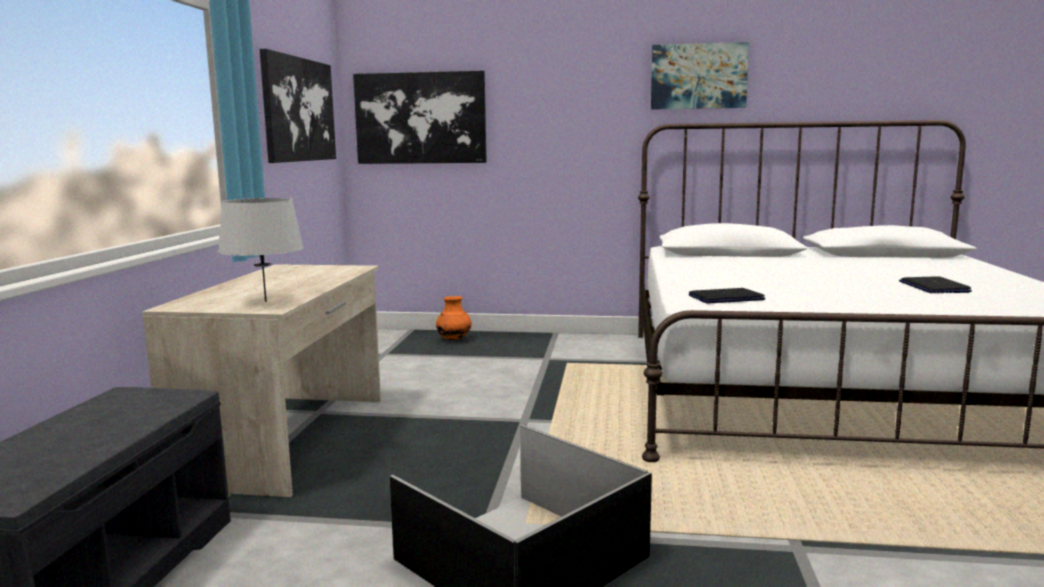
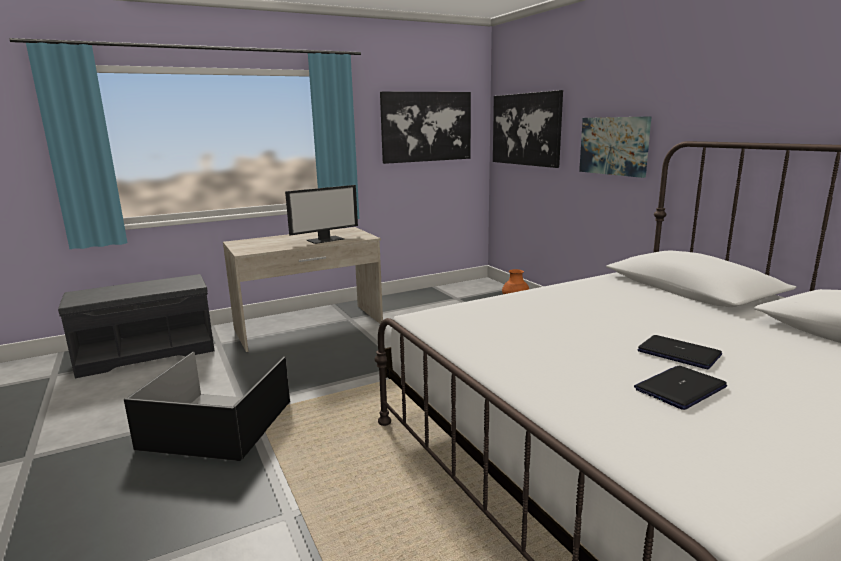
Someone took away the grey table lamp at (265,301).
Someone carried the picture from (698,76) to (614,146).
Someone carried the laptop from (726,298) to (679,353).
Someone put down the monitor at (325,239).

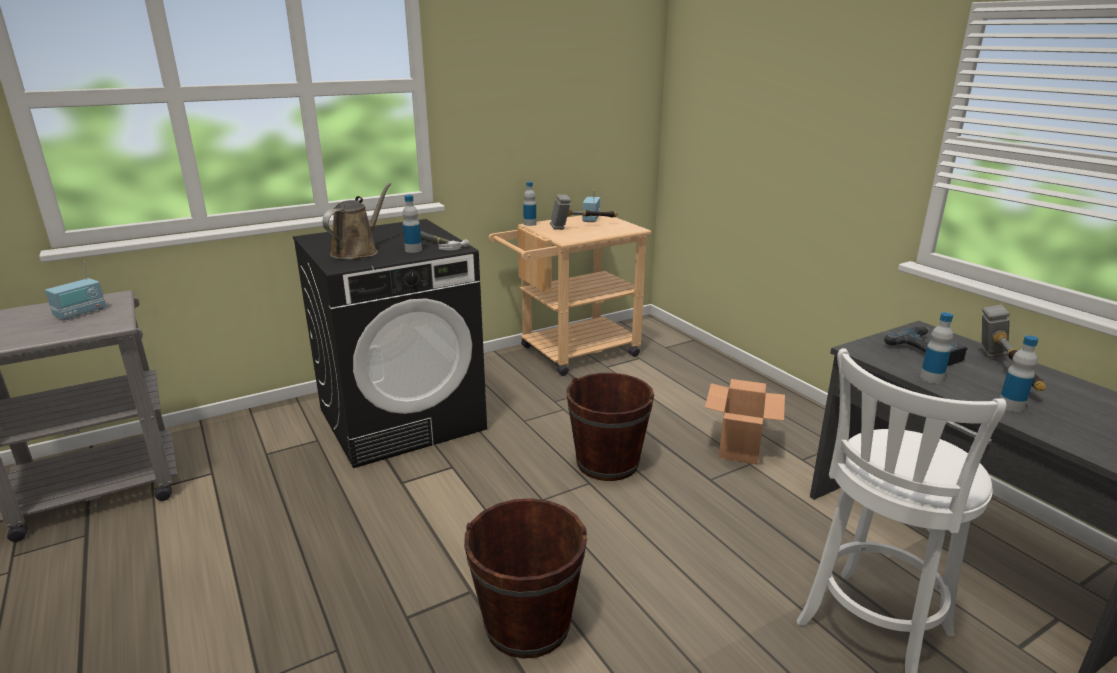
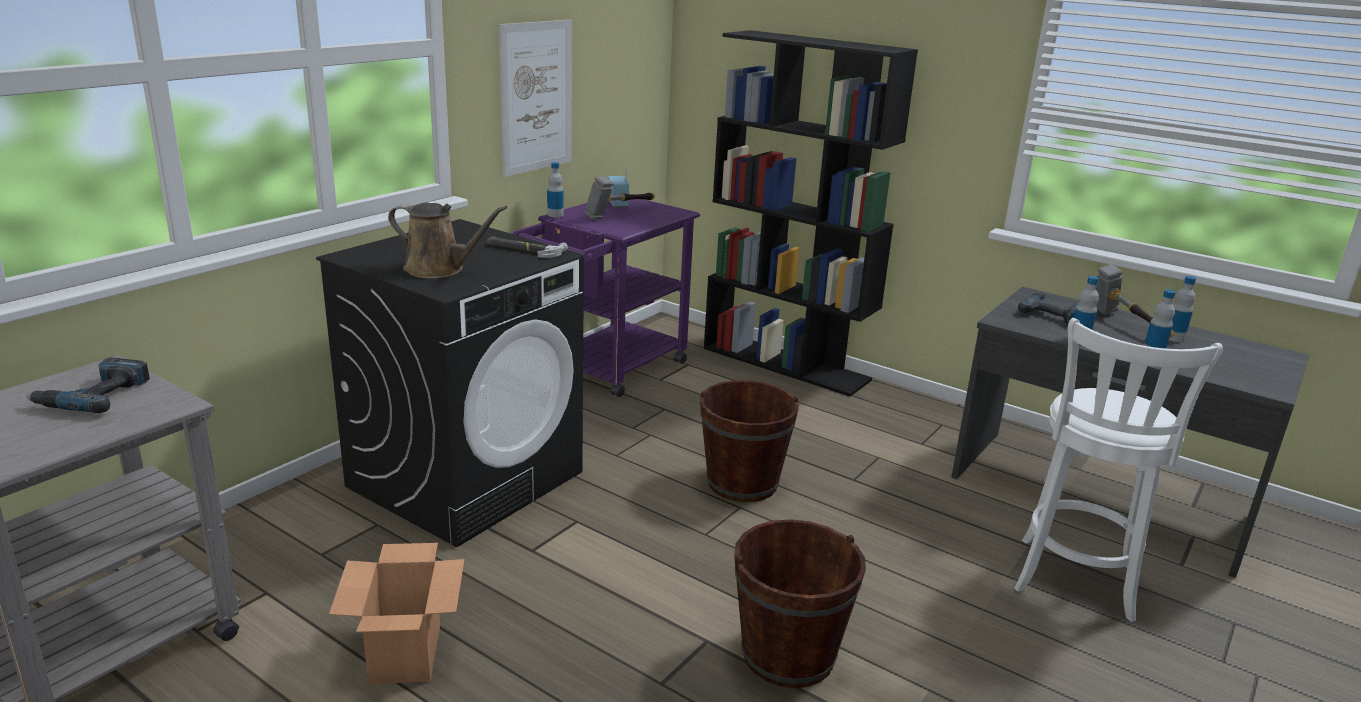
Someone swapped the radio at (81,313) for the power drill at (94,395).
Someone rotated the brown watering can at (357,251) by 105 degrees clockwise.
Someone carried the bottle from (413,250) to (1174,338).
Someone repainted the beige cart at (570,353), which became the purple cart at (607,370).
Someone carried the cardboard box from (739,447) to (405,653).
Someone put up the picture at (536,97).
Someone put down the black bookcase at (786,364).

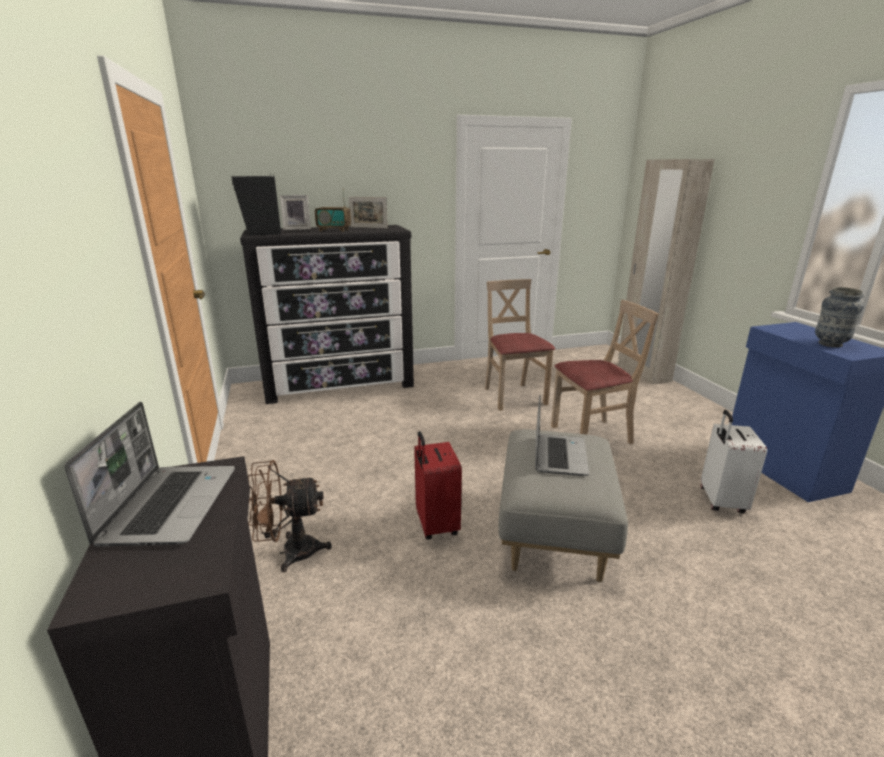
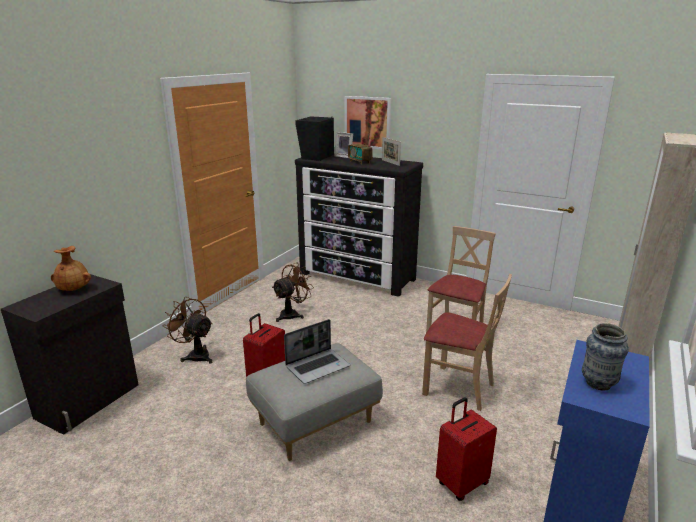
Someone swapped the laptop at (170,505) for the brown vase at (74,289).
Someone repainted the white suitcase at (720,501), which became the red suitcase at (461,483).
Someone put down the brown fan at (292,314).
Someone put up the picture at (367,122).

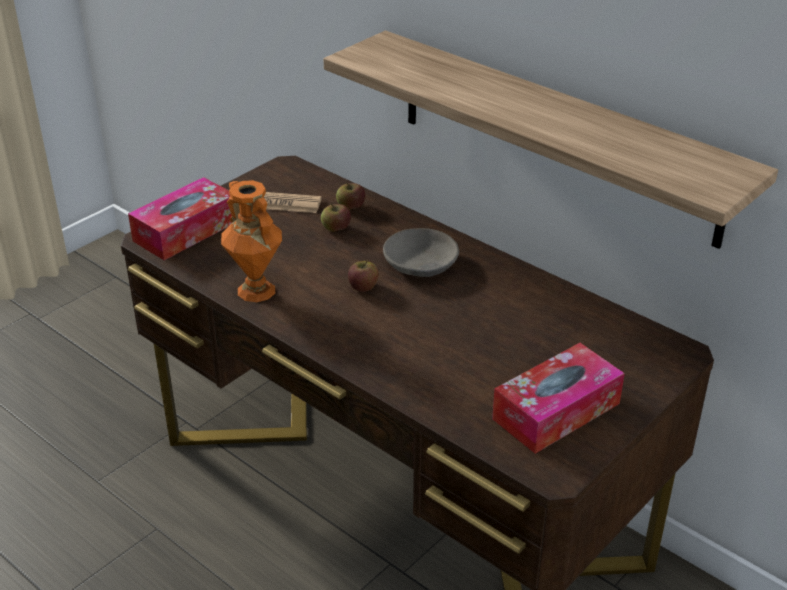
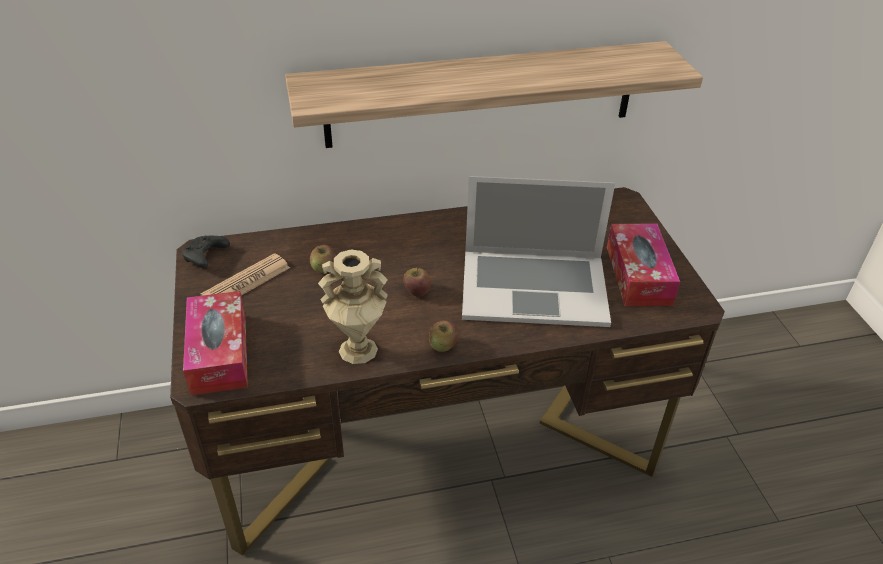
Someone repainted the orange vase at (255,290), which became the beige vase at (358,350).
Someone carried the apple from (351,206) to (443,345).
Someone took away the grey bowl at (420,264).
Someone put down the black game controller at (205,257).
Someone put down the laptop at (534,286).

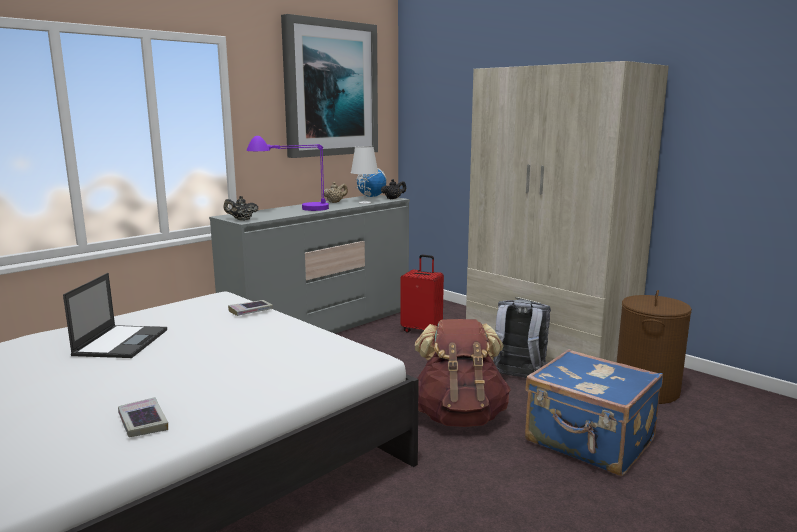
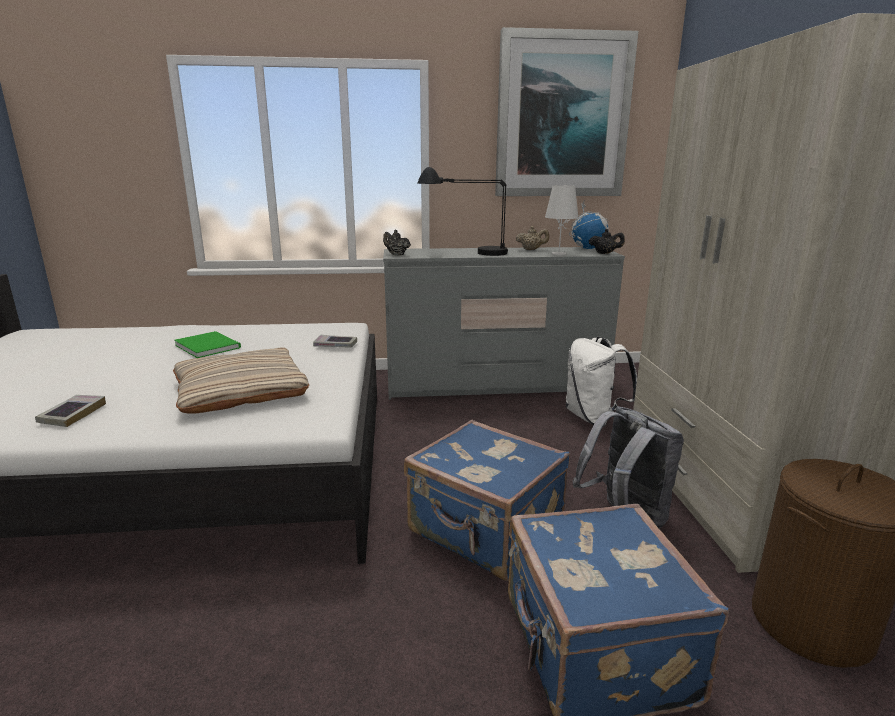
Someone swapped the laptop at (121,342) for the green book at (208,345).
Someone repainted the purple table lamp at (293,210), which became the black table lamp at (465,252).
Someone swapped the red suitcase at (422,330) for the white backpack at (594,418).
Someone swapped the brown backpack at (459,416) for the blue suitcase at (485,532).
Someone put down the beige pillow at (240,389).

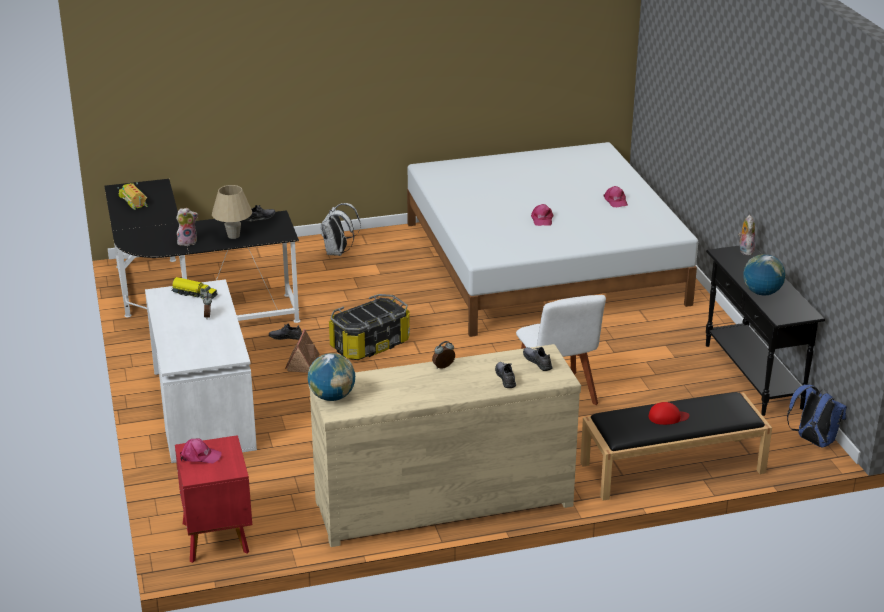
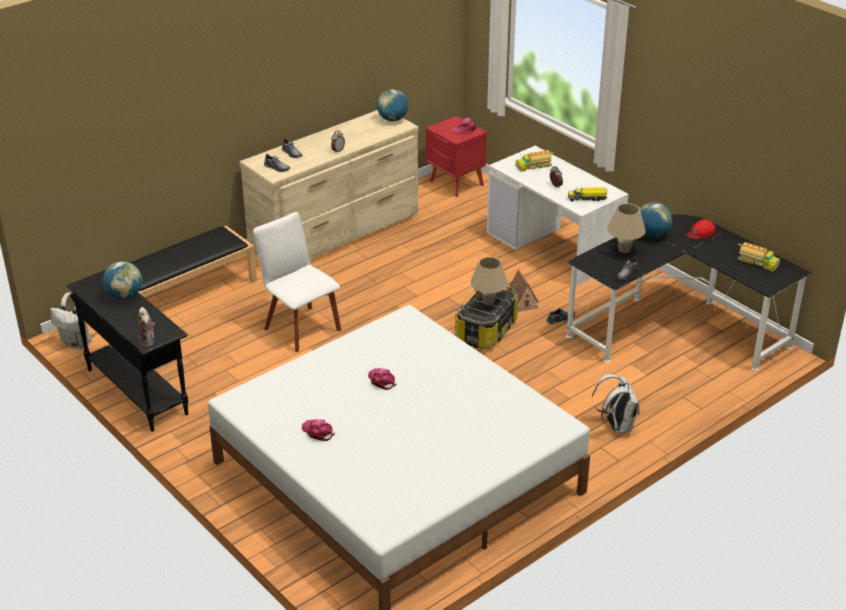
Someone swapped the plush toy at (187,242) for the globe at (652,235).
Someone carried the red cap from (668,417) to (700,233).
Someone repainted the blue backpack at (813,441), which became the white backpack at (79,343).
Someone put down the beige table lamp at (488,302).
Someone put down the toy truck at (533,165).

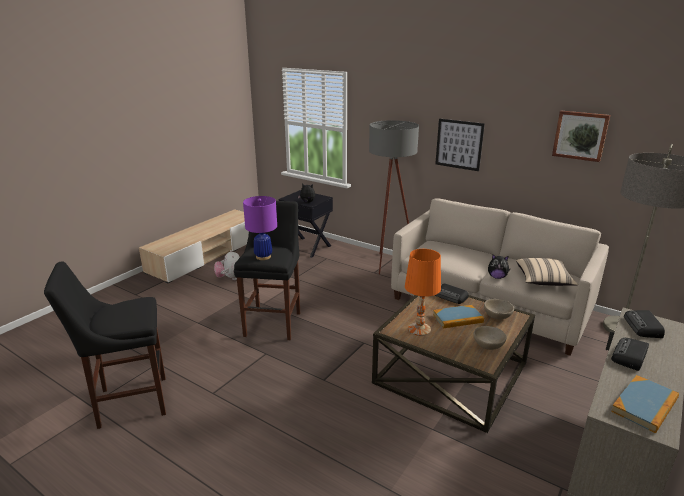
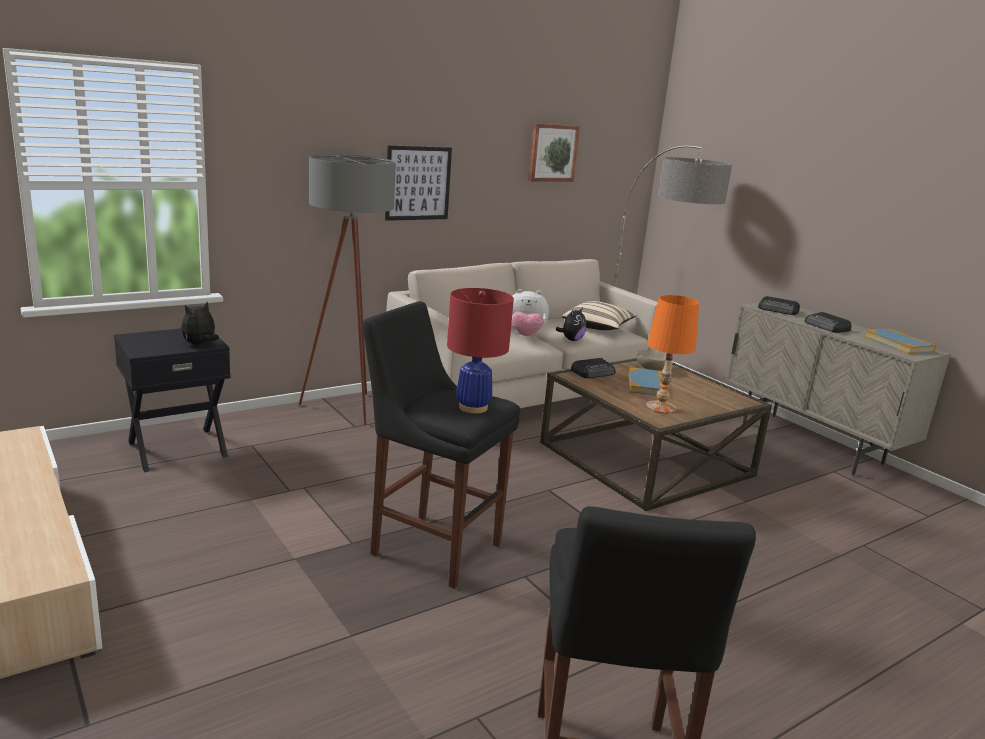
Someone carried the plush toy from (230,278) to (525,336).
Someone repainted the purple table lamp at (263,257), which became the red table lamp at (473,407).
Someone took away the beige bowl at (488,346).

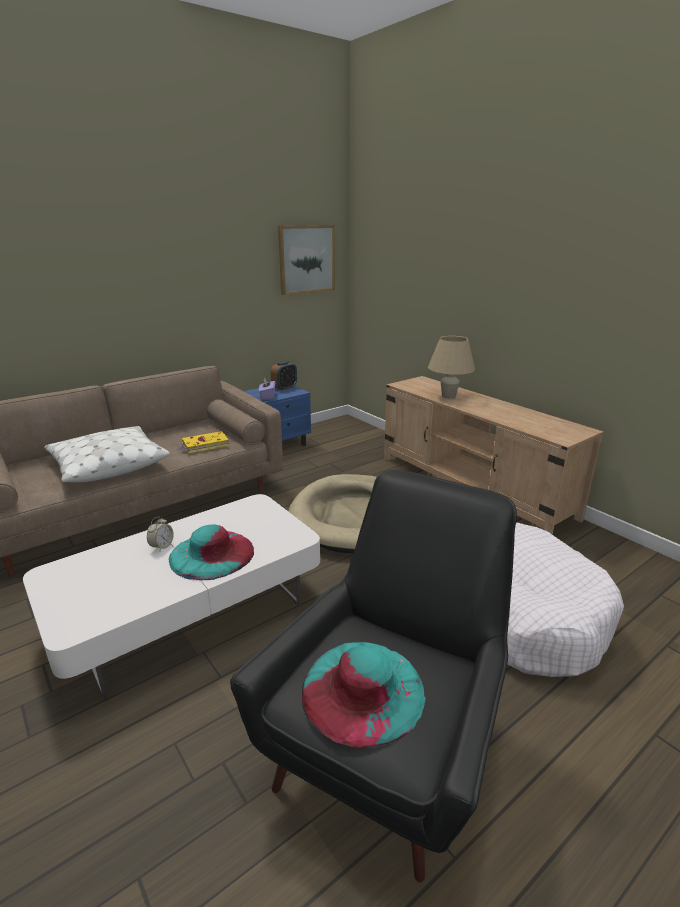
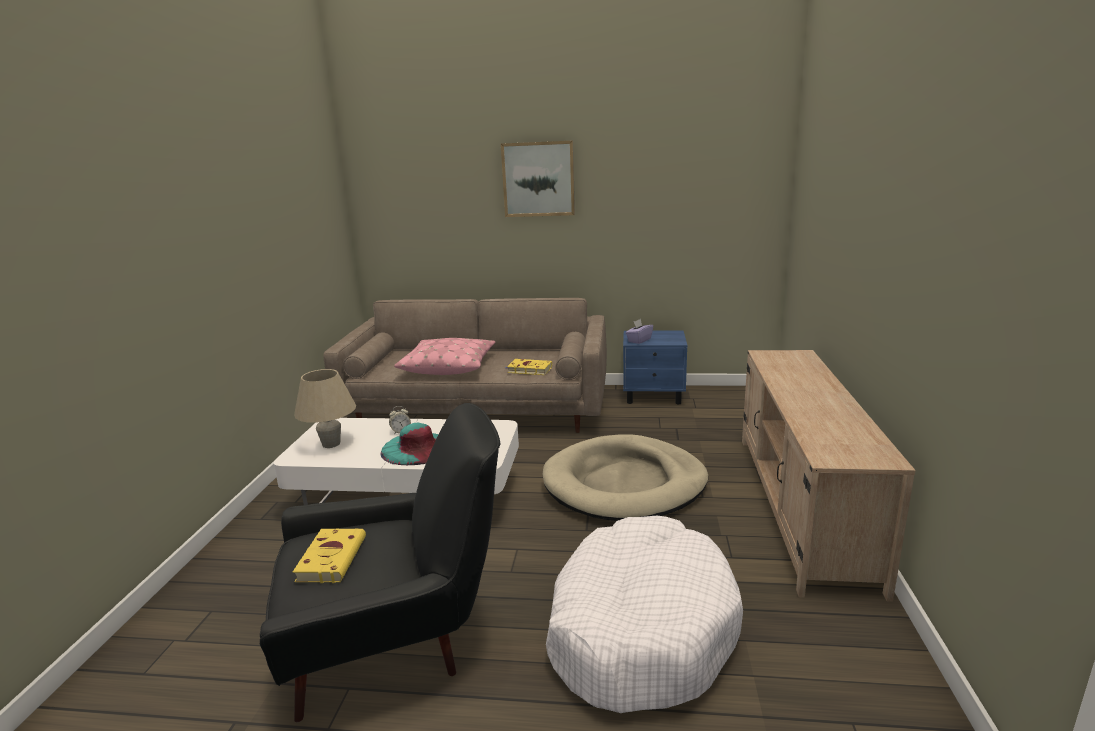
Someone repainted the white pillow at (108,465), which became the pink pillow at (448,366).
Someone took away the alarm clock at (284,388).
Someone carried the picture from (306,259) to (538,179).
Someone swapped the turquoise hat at (362,690) for the yellow book at (332,558).
Someone carried the beige table lamp from (448,396) to (331,444).

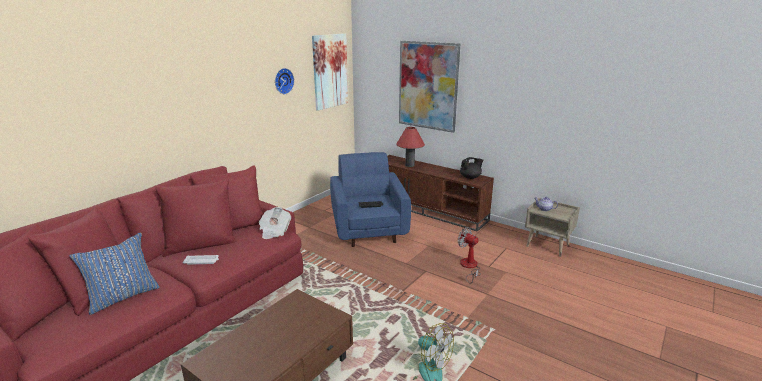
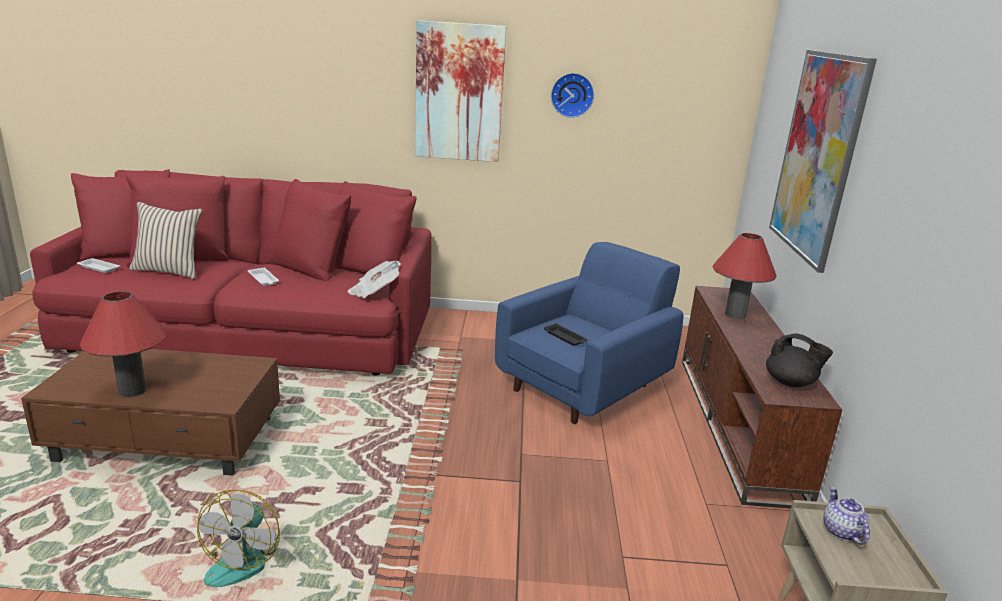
Someone repainted the blue pillow at (123,296), which became the beige pillow at (169,270).
Someone carried the picture from (330,71) to (459,93).
Someone took away the fan at (469,267).
Someone put down the white tray at (98,268).
Someone put down the red table lamp at (132,391).

